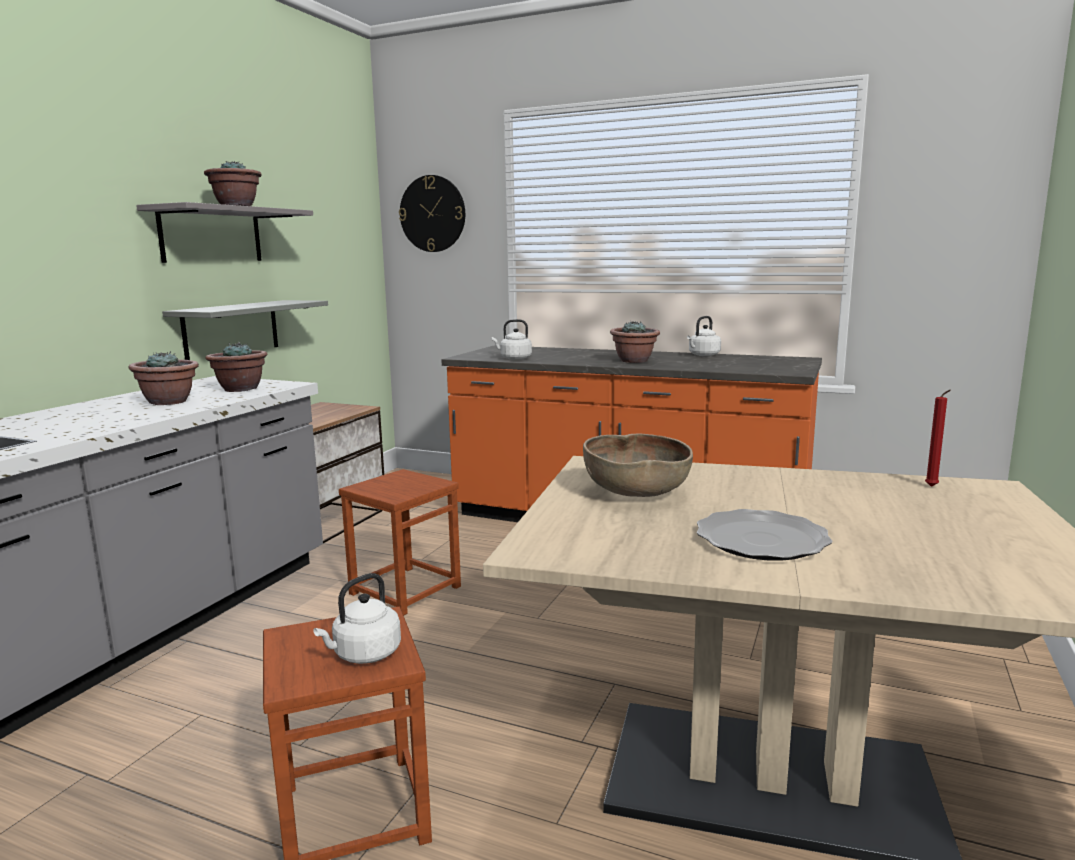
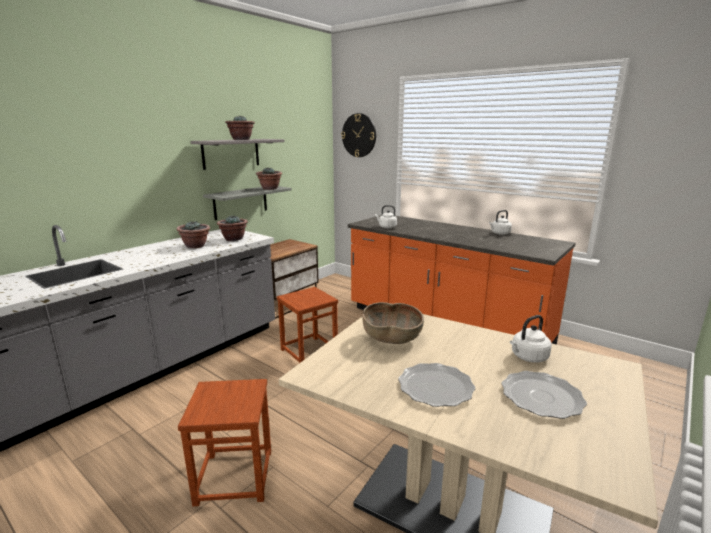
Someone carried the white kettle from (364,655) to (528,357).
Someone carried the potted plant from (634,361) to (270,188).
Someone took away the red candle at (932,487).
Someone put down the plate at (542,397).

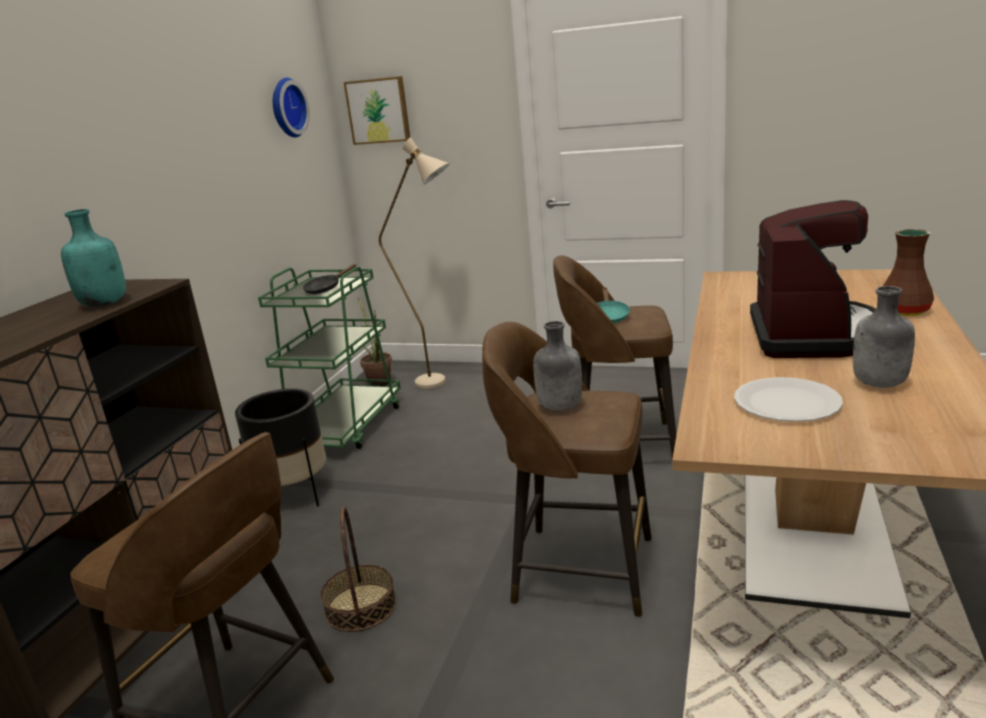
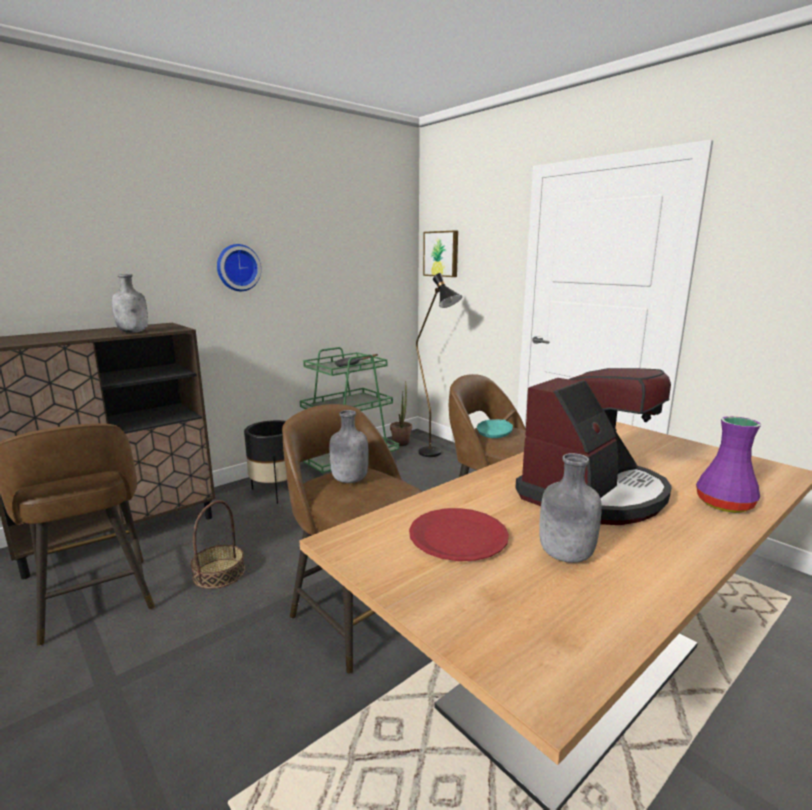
Someone repainted the turquoise bottle at (105,303), which became the grey bottle at (134,332).
Someone carried the wall clock from (286,108) to (237,267).
Someone repainted the beige floor lamp at (441,382), which became the black floor lamp at (435,455).
Someone repainted the white plate at (787,403), which became the red plate at (458,537).
Someone repainted the brown vase at (902,311), which became the purple vase at (722,504).

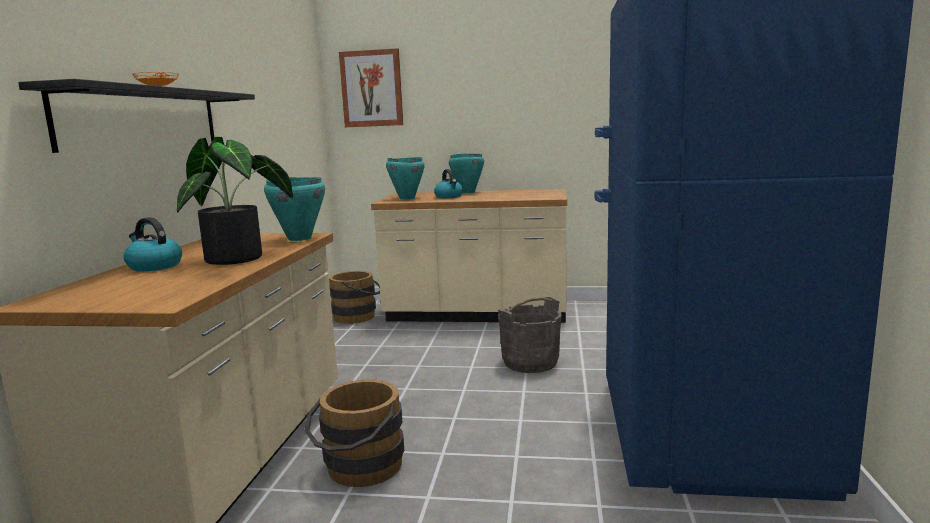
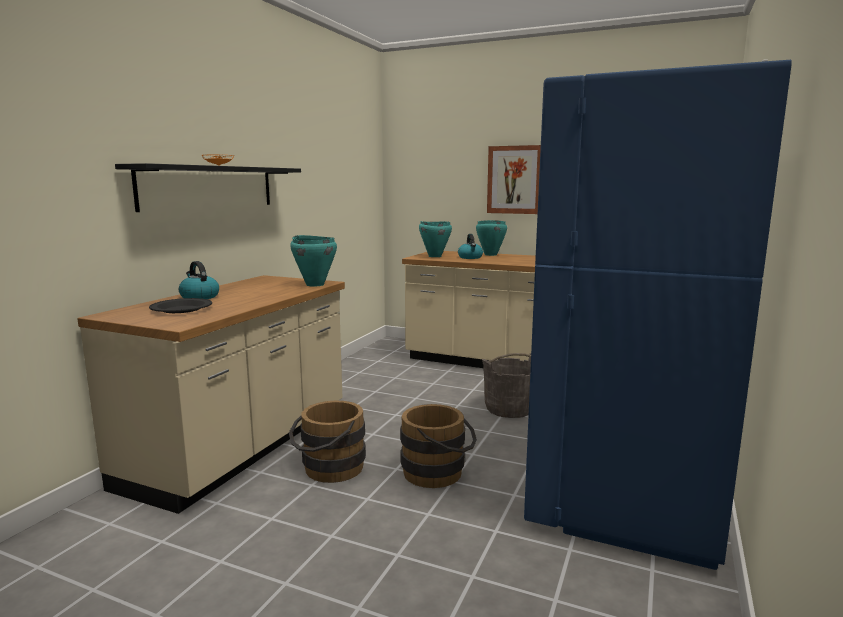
Someone took away the potted plant at (241,258).
Someone carried the brown bucket from (358,317) to (438,473).
Someone carried the picture from (372,88) to (514,180).
Someone put down the black plate at (182,309).

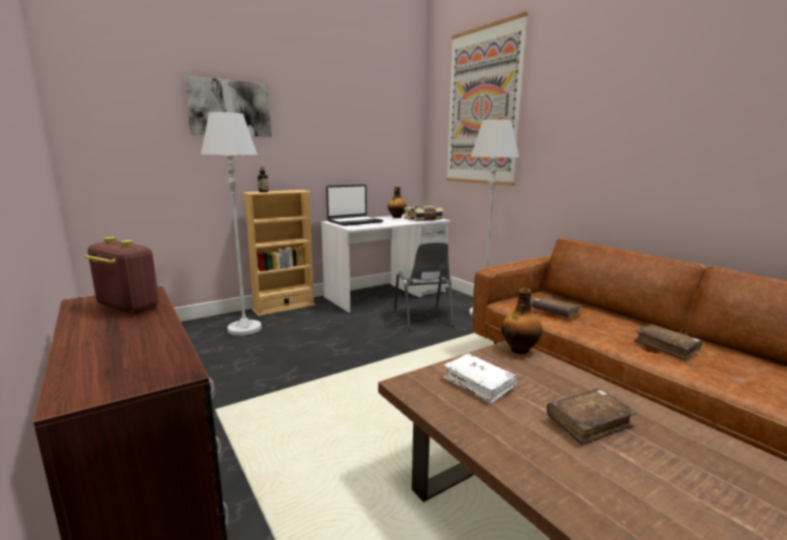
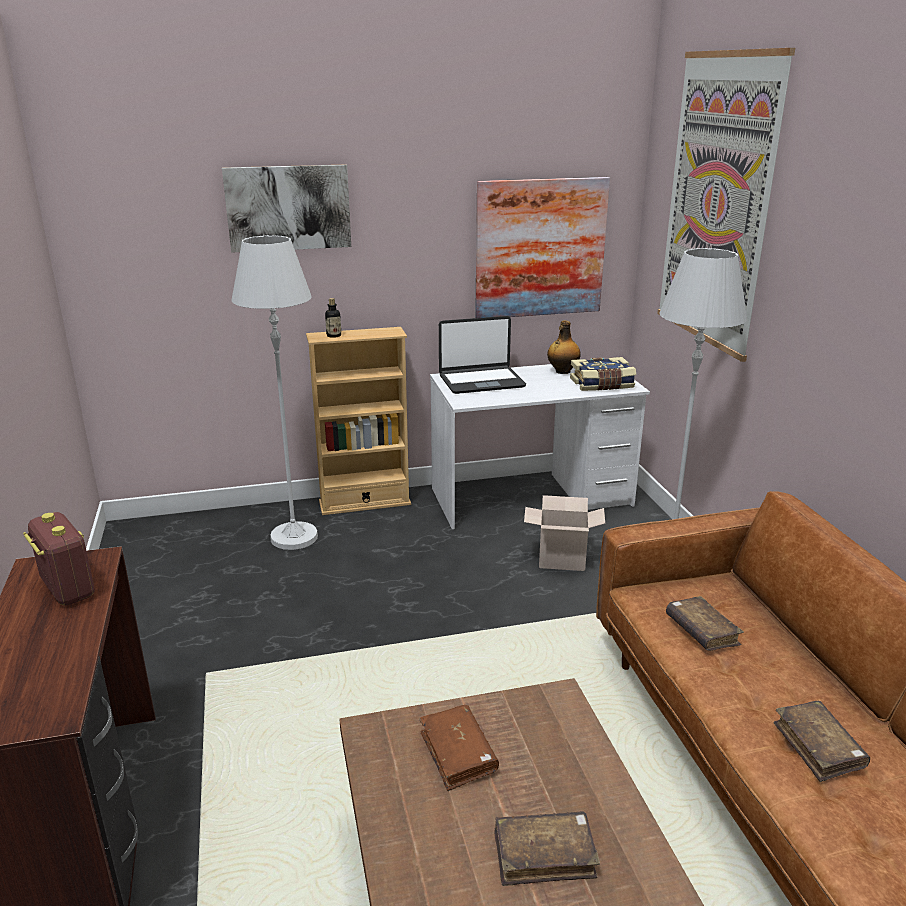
Someone swapped the grey chair at (423,318) for the cardboard box at (560,561).
Someone repainted the white book at (479,384), which became the brown book at (458,754).
Someone took away the bottle at (520,349).
Someone put up the picture at (540,248).

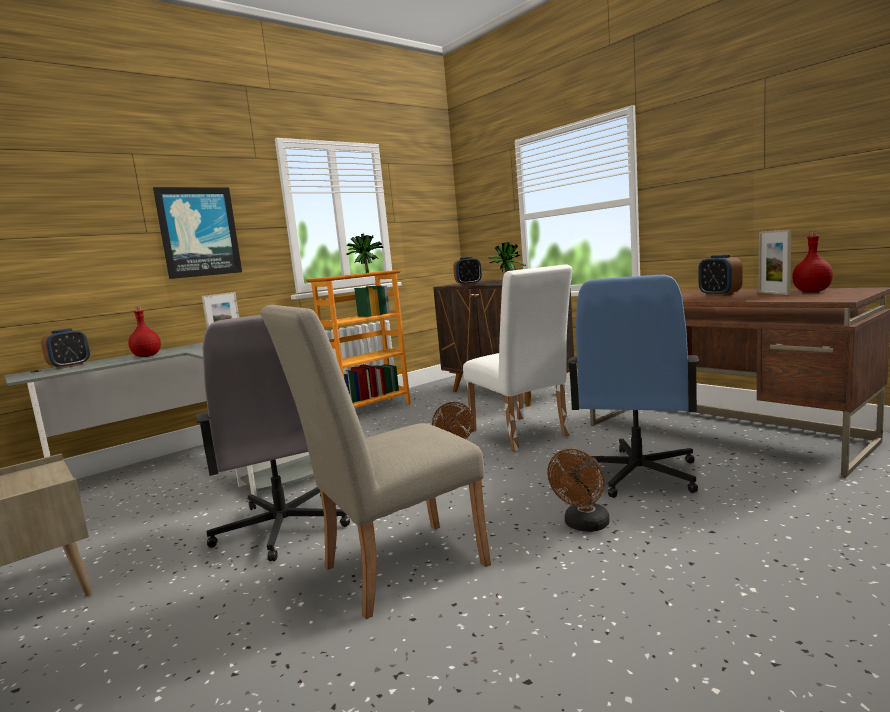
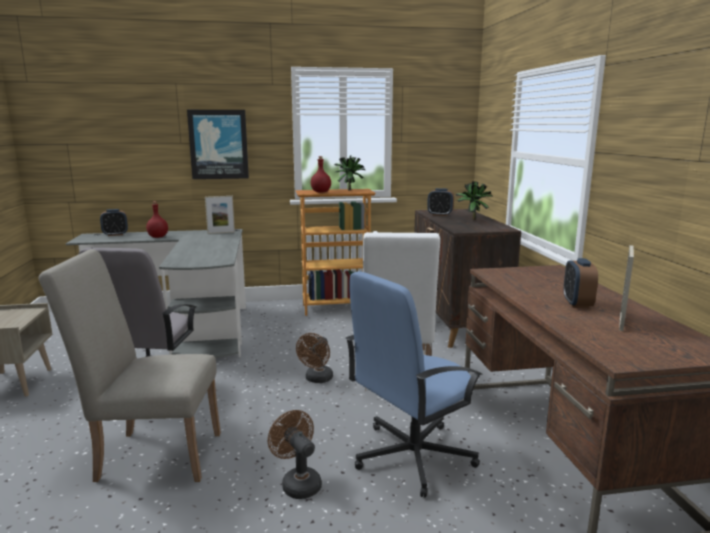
Someone rotated the brown fan at (584,525) by 75 degrees clockwise.
Someone carried the red bottle from (812,291) to (321,192).

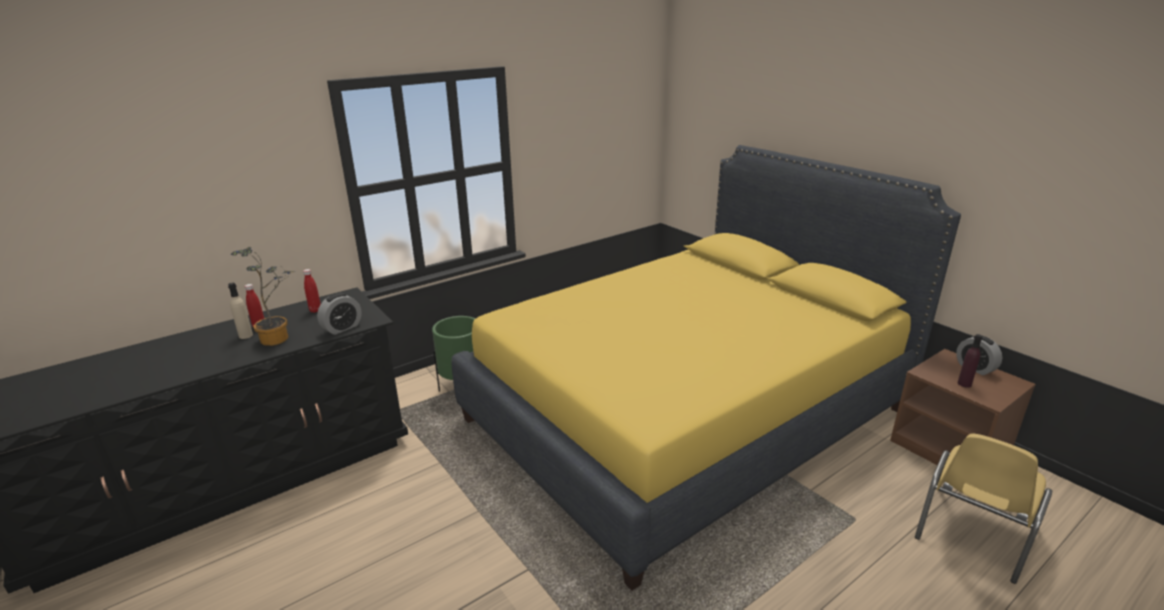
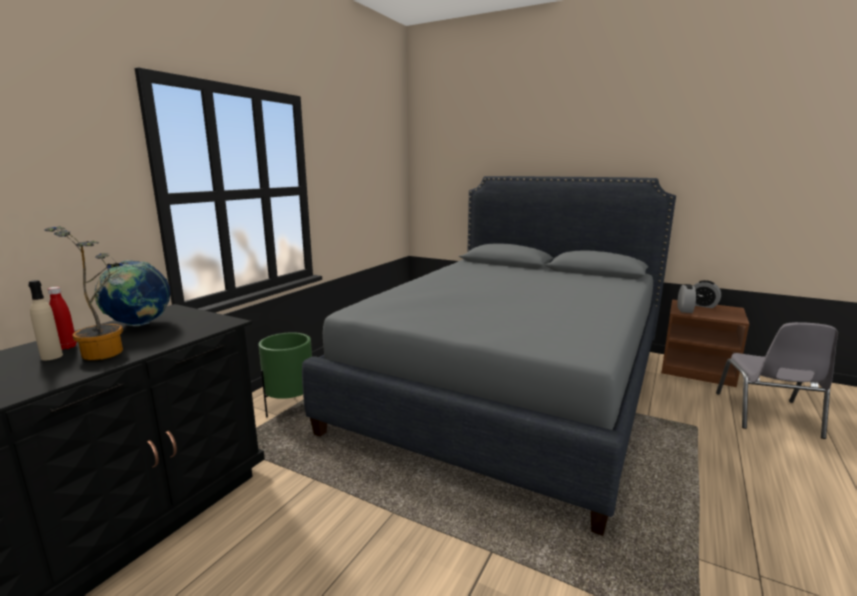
Someone swapped the red bottle at (315,310) for the globe at (139,325).
Someone carried the alarm clock from (342,328) to (684,310).
Someone repainted the yellow bed at (686,414), which became the grey bed at (511,387).
Someone repainted the yellow chair at (972,532), which became the grey chair at (767,415).
Someone took away the purple bottle at (964,384).

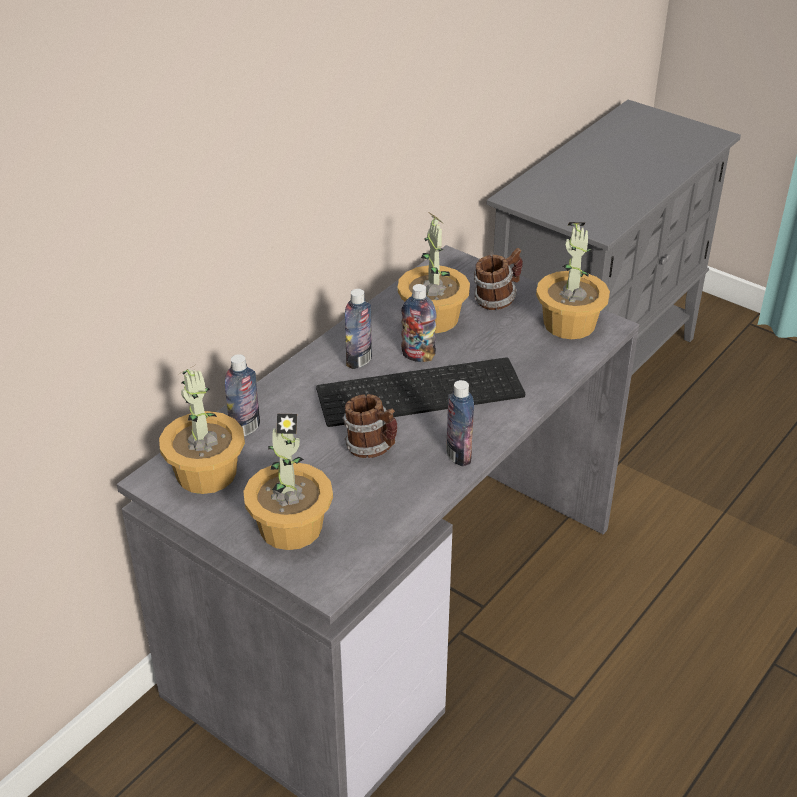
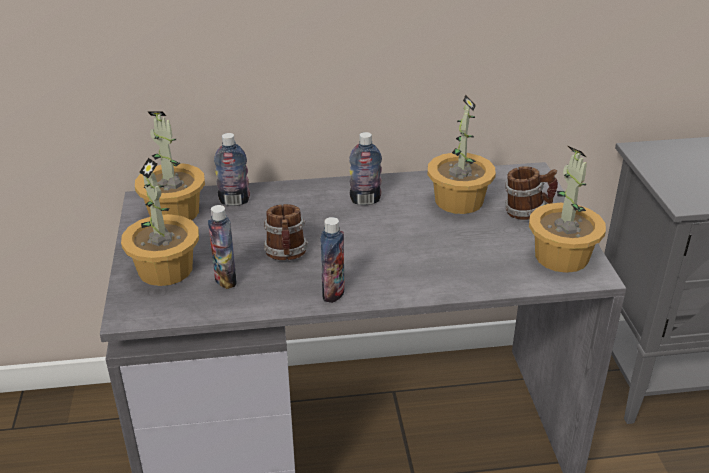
Someone took away the keyboard at (421,390).
Someone carried the bottle from (418,356) to (225,279).

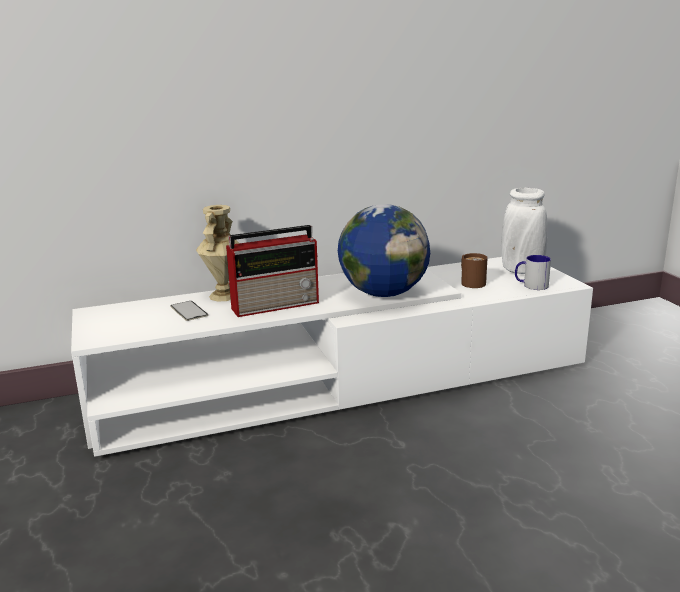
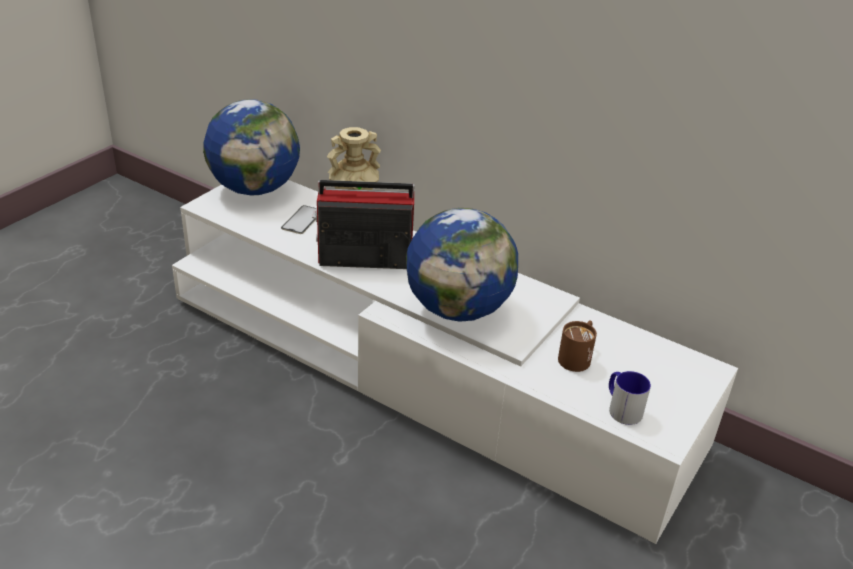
Someone rotated the radio at (277,305) by 150 degrees clockwise.
Someone took away the white vase at (521,271).
Someone put down the globe at (255,189).

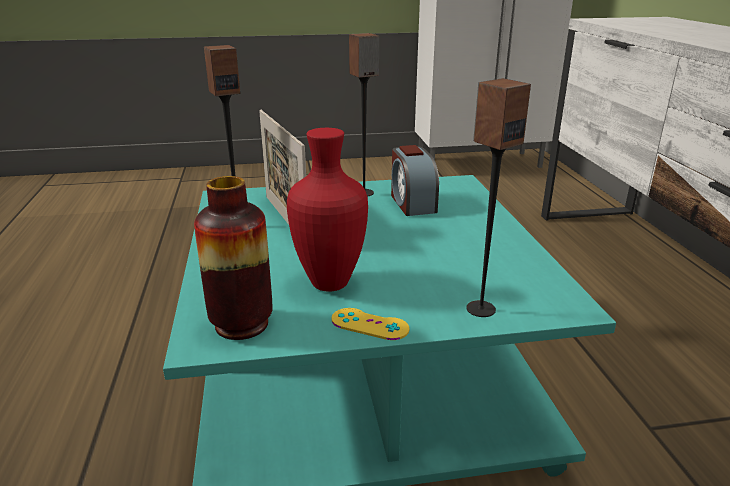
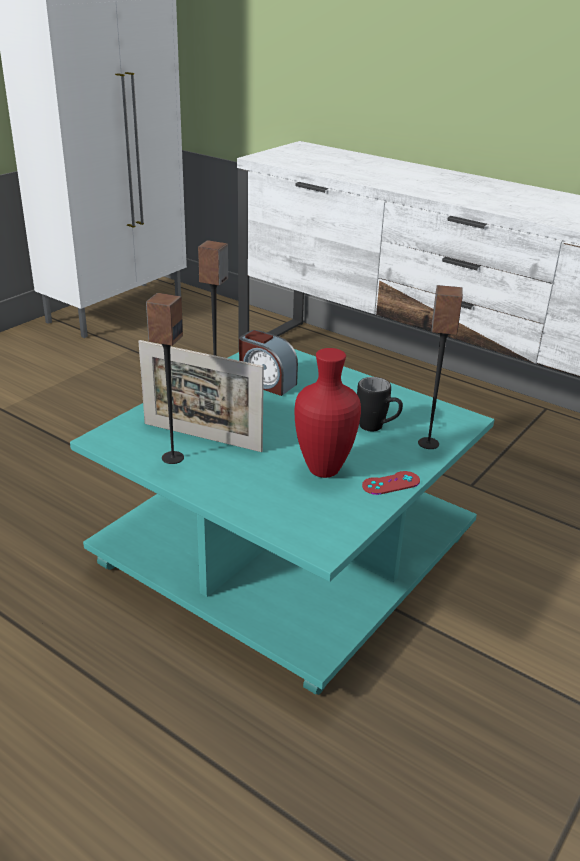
Someone took away the vase at (241,324).
Someone repainted the yellow game controller at (369,324), which became the red game controller at (391,483).
Someone put down the black mug at (377,428).

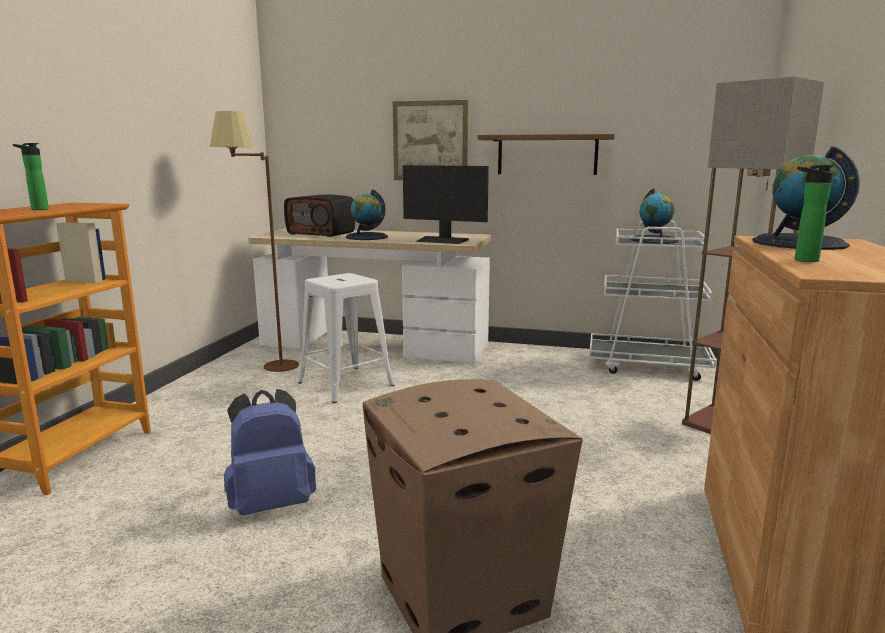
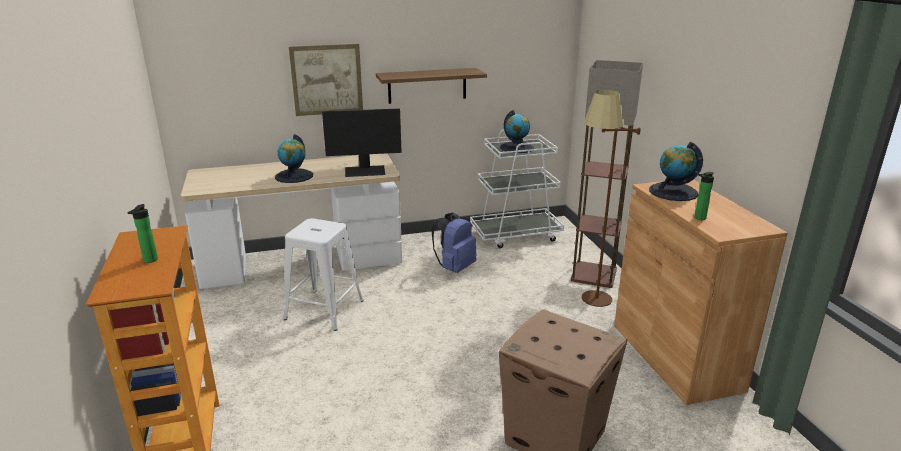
Someone carried the brown floor lamp from (265,368) to (591,304).
Someone carried the blue backpack from (271,503) to (454,267).
Someone took away the radio at (322,233).

